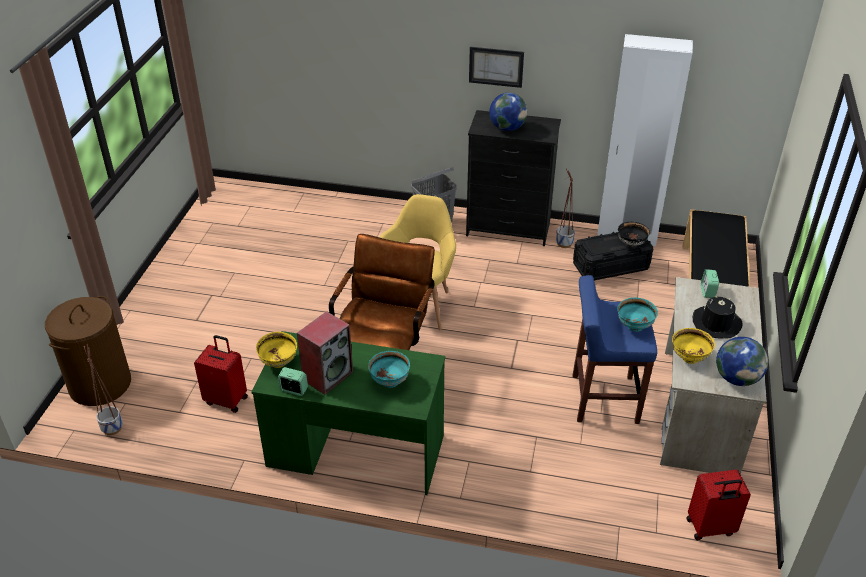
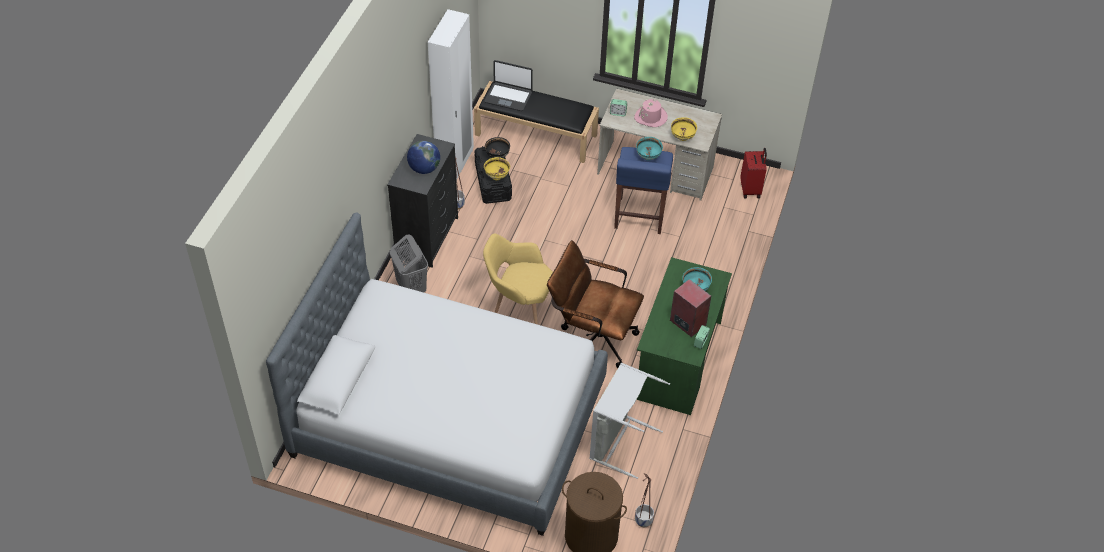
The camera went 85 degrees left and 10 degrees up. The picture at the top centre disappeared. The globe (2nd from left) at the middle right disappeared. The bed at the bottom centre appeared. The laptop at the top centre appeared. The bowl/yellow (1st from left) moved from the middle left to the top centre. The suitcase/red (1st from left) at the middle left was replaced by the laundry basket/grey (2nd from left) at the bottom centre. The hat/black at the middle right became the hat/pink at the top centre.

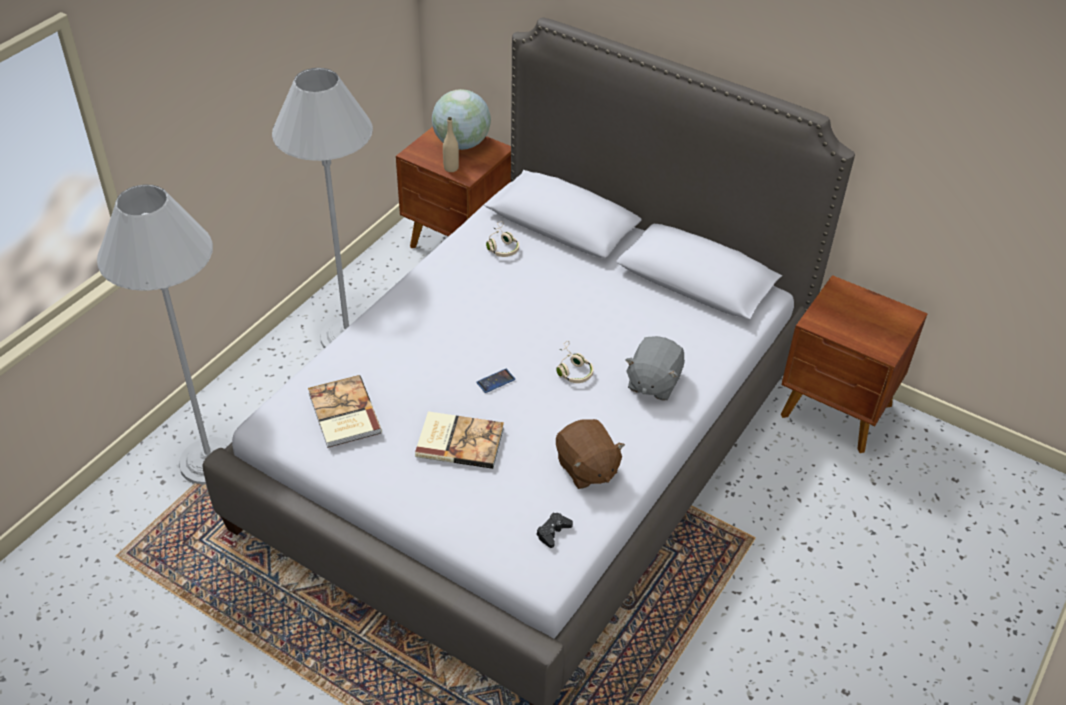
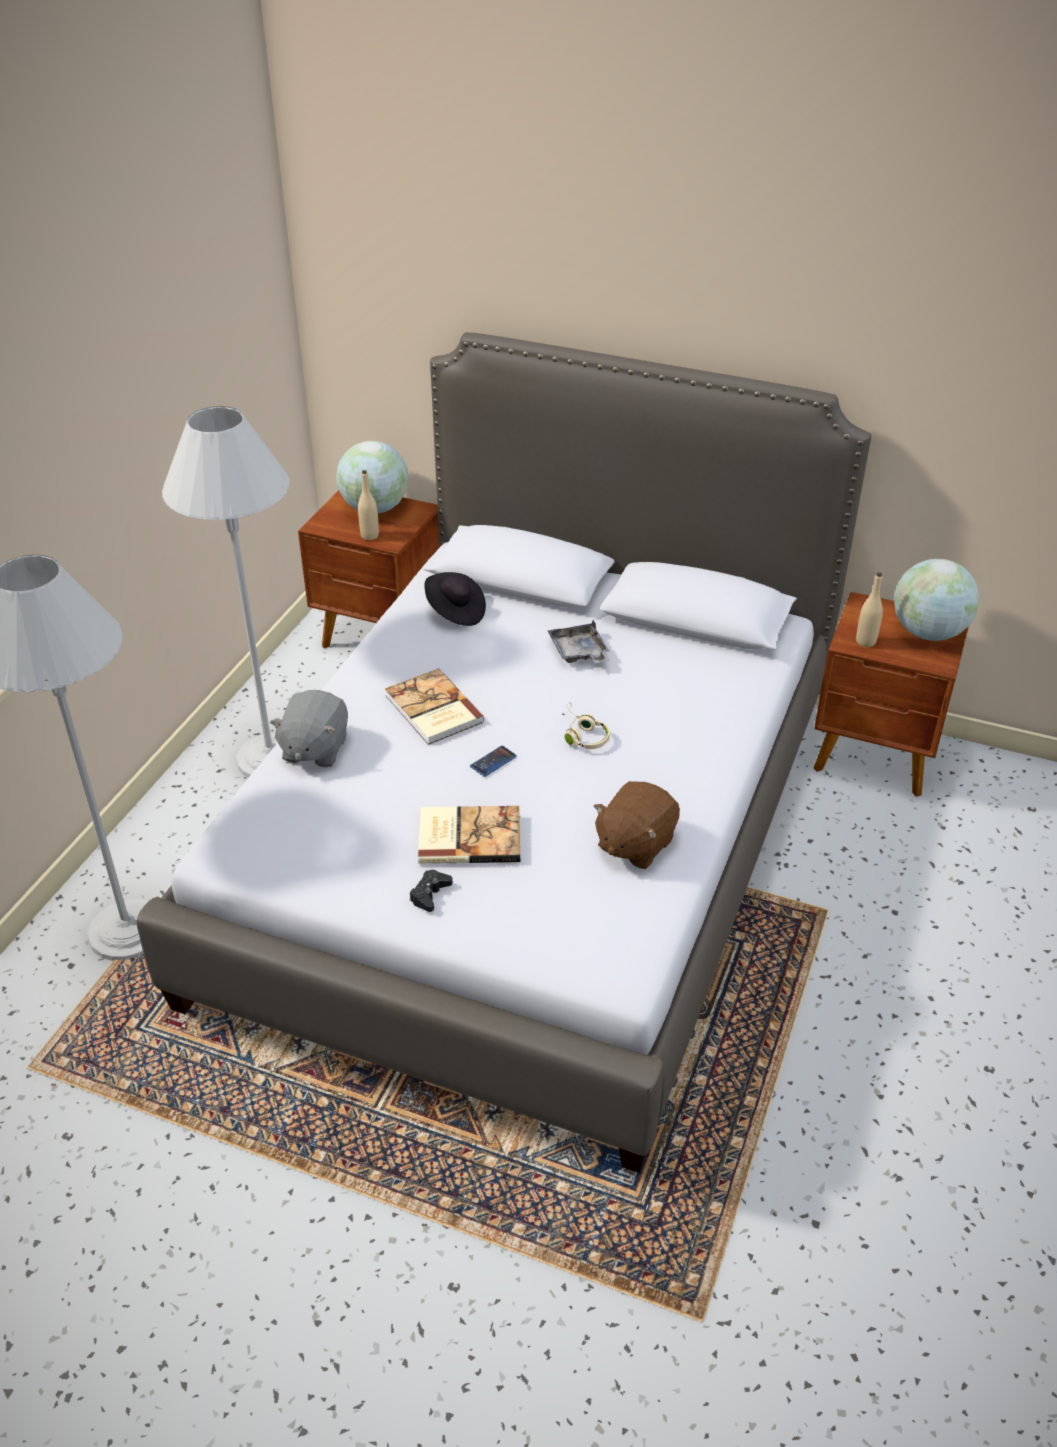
The camera went 10 degrees left and 5 degrees down. The tray/grey at the centre appeared. The bottle/beige (2nd from left) at the middle right appeared. The globe (2nd from left) at the middle right appeared. The book (1st from left) moved from the middle left to the centre. The game controller/black moved from the bottom centre to the centre. The plush toy/grey moved from the centre to the middle left. The headphones/beige (1st from left) at the centre was replaced by the hat/black at the centre. The plush toy/brown at the centre turned 75 degrees clockwise.

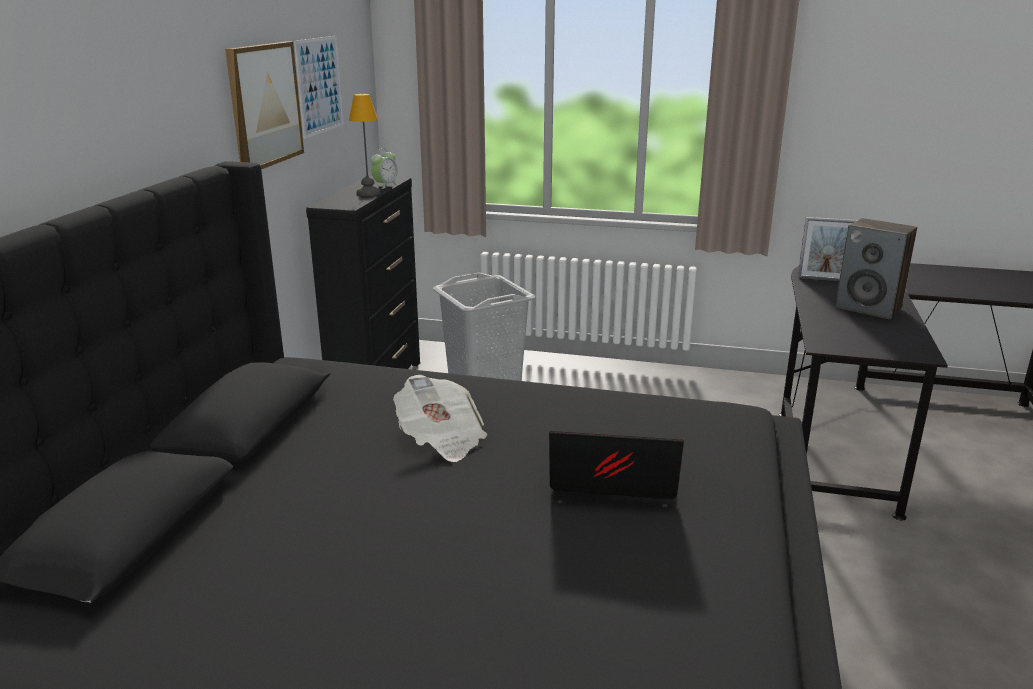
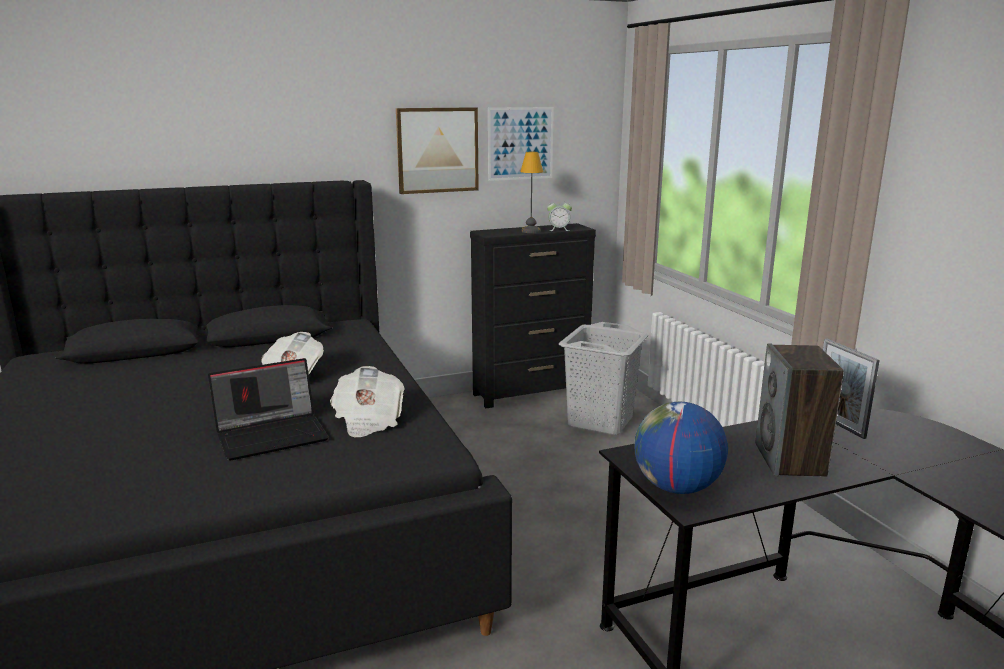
The camera went 55 degrees right and 5 degrees down. The newspaper (2nd from left) at the centre appeared. The globe at the bottom right appeared. The laptop at the bottom centre turned 90 degrees clockwise.

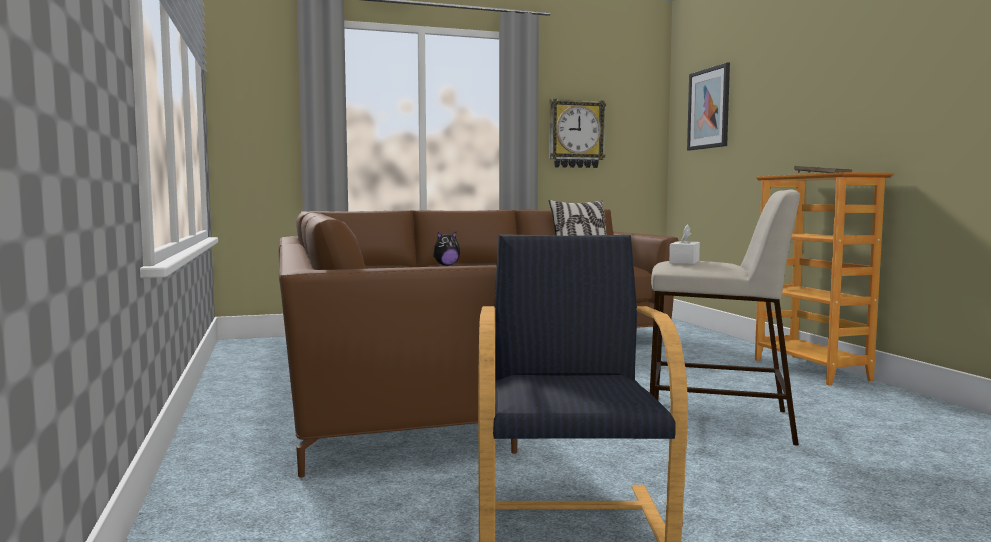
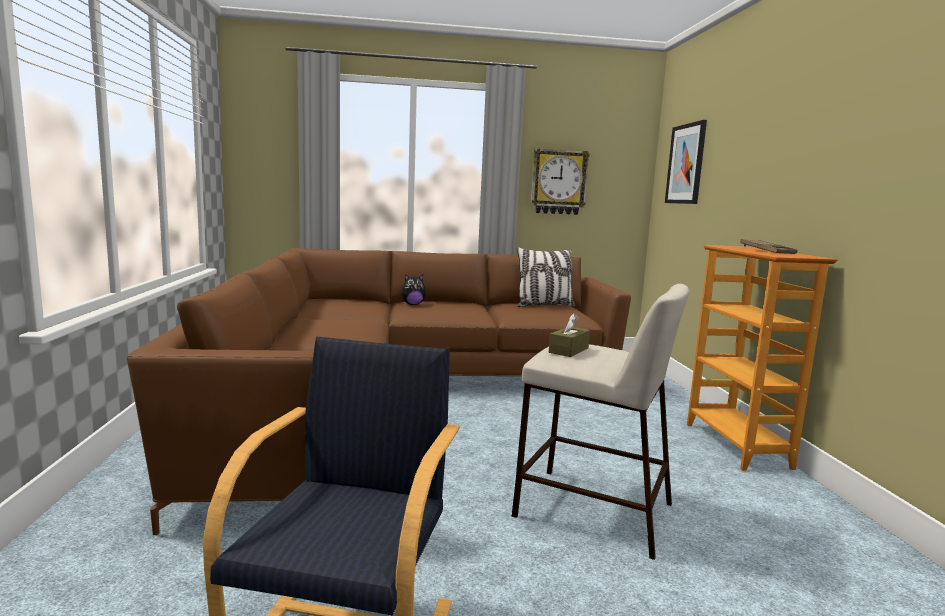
The camera went 10 degrees right and 5 degrees up. The tissue box/white at the middle right became the tissue box/brown at the centre.

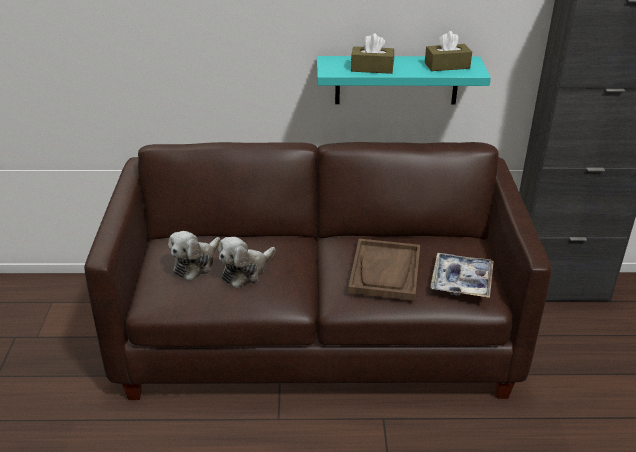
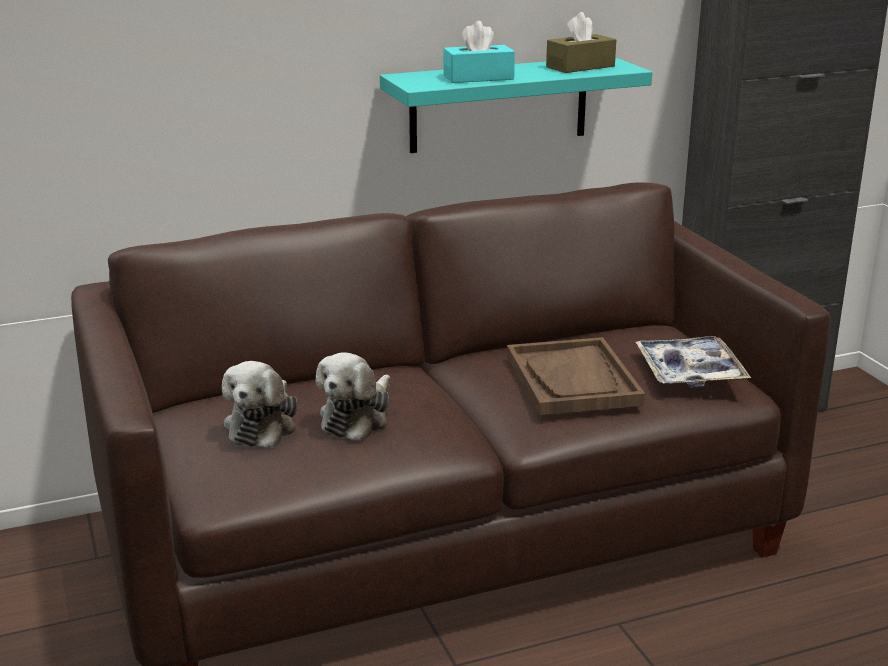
The camera went 20 degrees left and 10 degrees down. The tissue box/brown (1st from left) at the top centre became the tissue box/turquoise at the top centre.

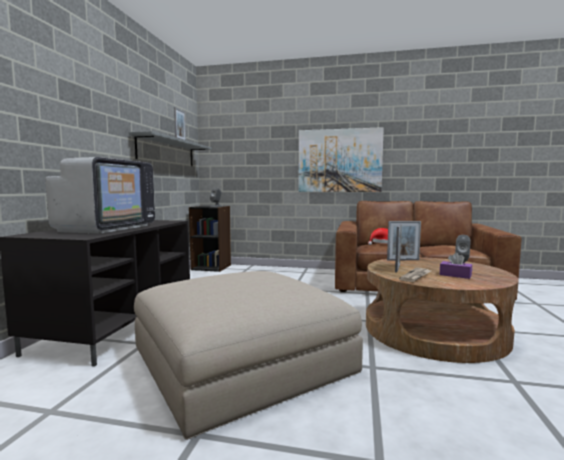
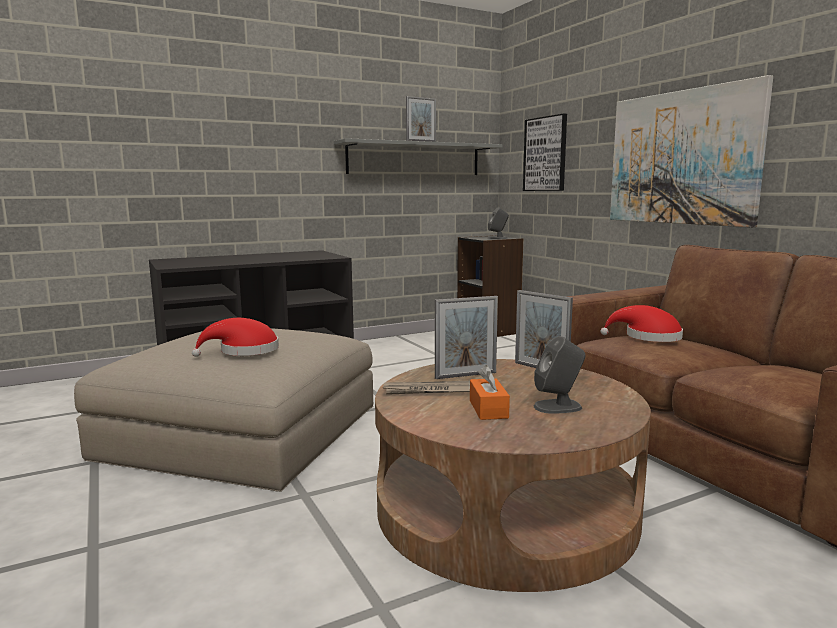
The camera went 50 degrees right and 5 degrees up. The television at the middle left disappeared. The hat/red (1st from left) at the middle left appeared. The picture (1st from left) at the top centre appeared. The tissue box/purple at the middle right became the tissue box/orange at the centre.

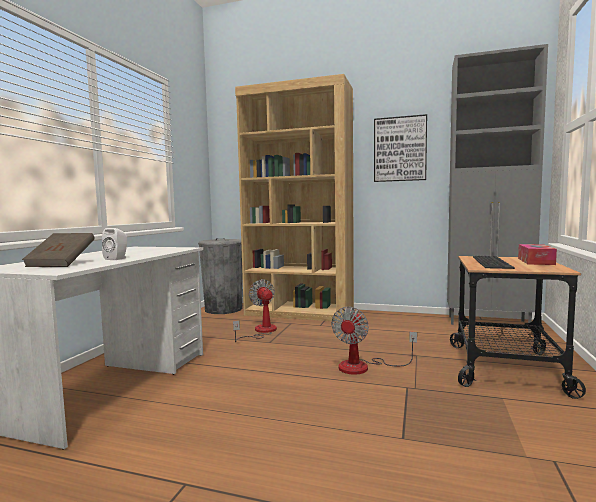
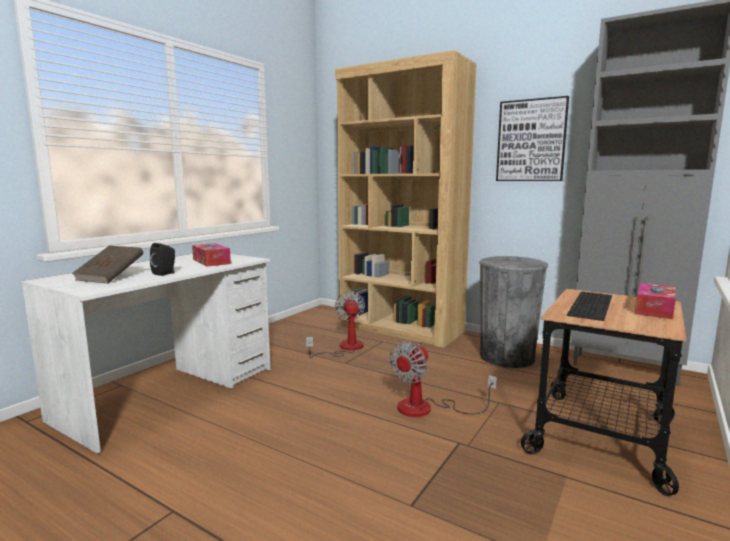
The camera went 15 degrees right and 5 degrees up. The tissue box (1st from left) at the middle left appeared. The trash can/grey moved from the centre to the middle right. The speaker/white at the middle left became the speaker/black at the middle left.

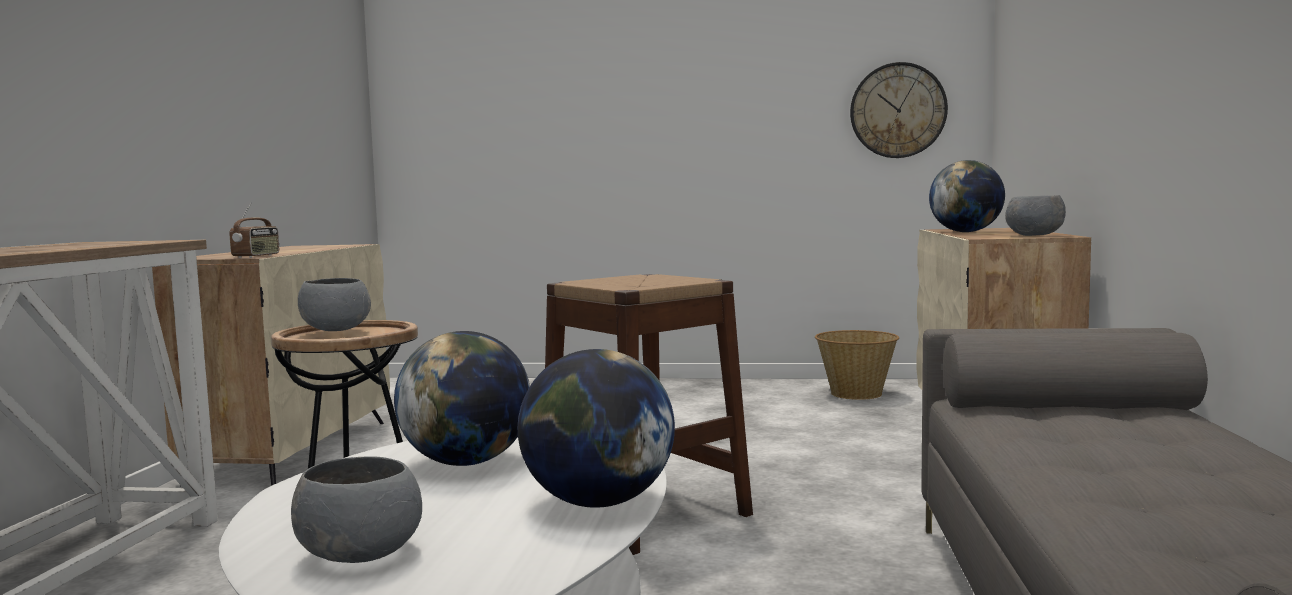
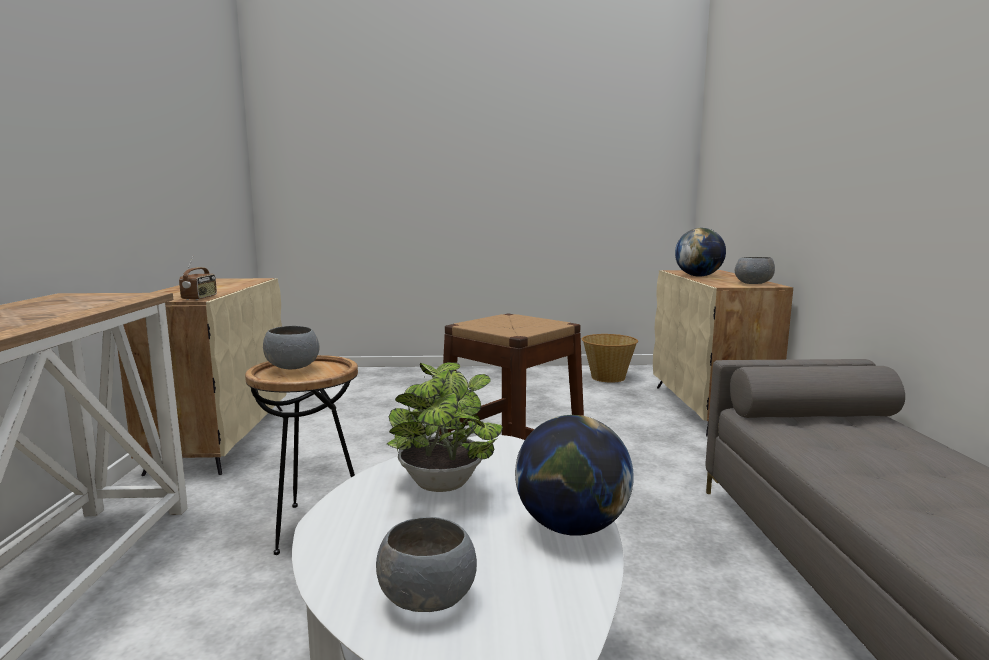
The camera went 10 degrees left and 5 degrees up. The wall clock at the top right disappeared. The globe (1st from left) at the bottom centre was replaced by the potted plant at the centre.

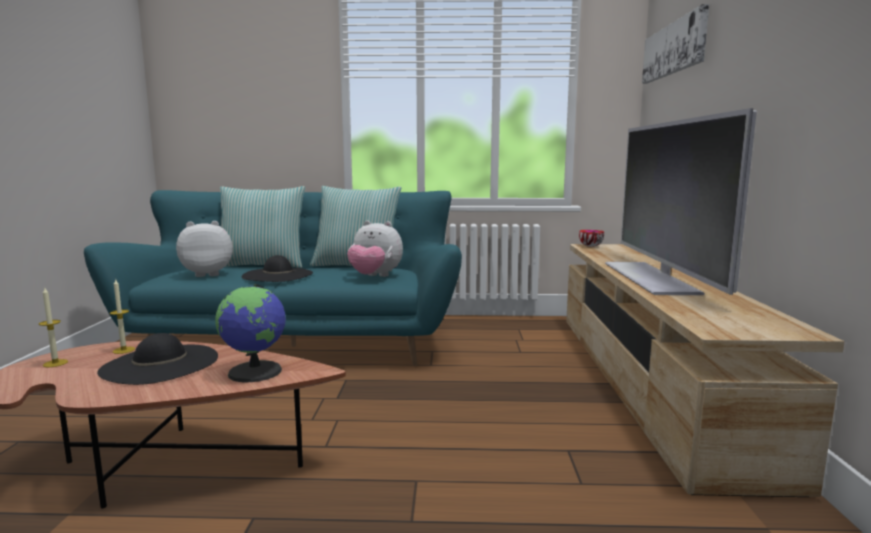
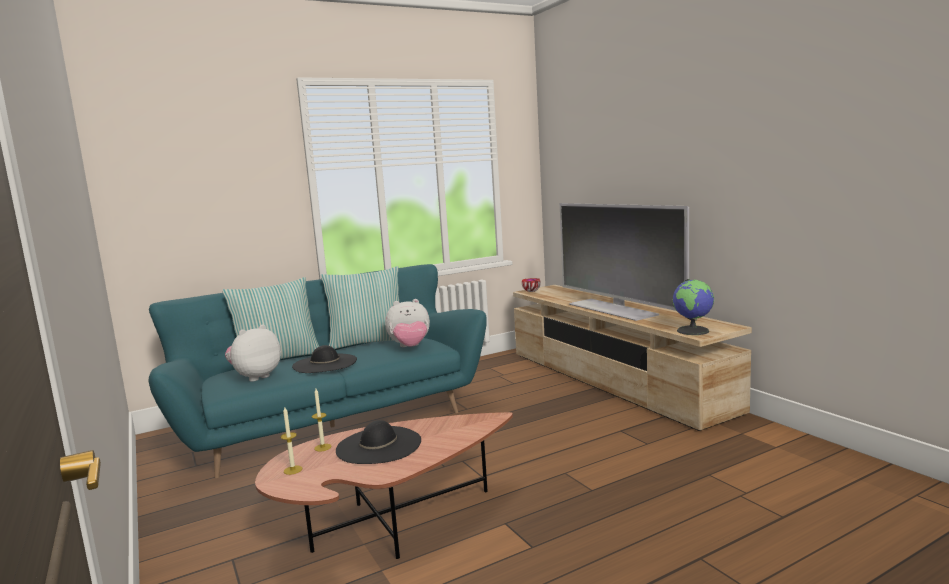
The camera went 30 degrees left and 0 degrees up. The picture at the top right disappeared. The globe moved from the middle left to the middle right.

